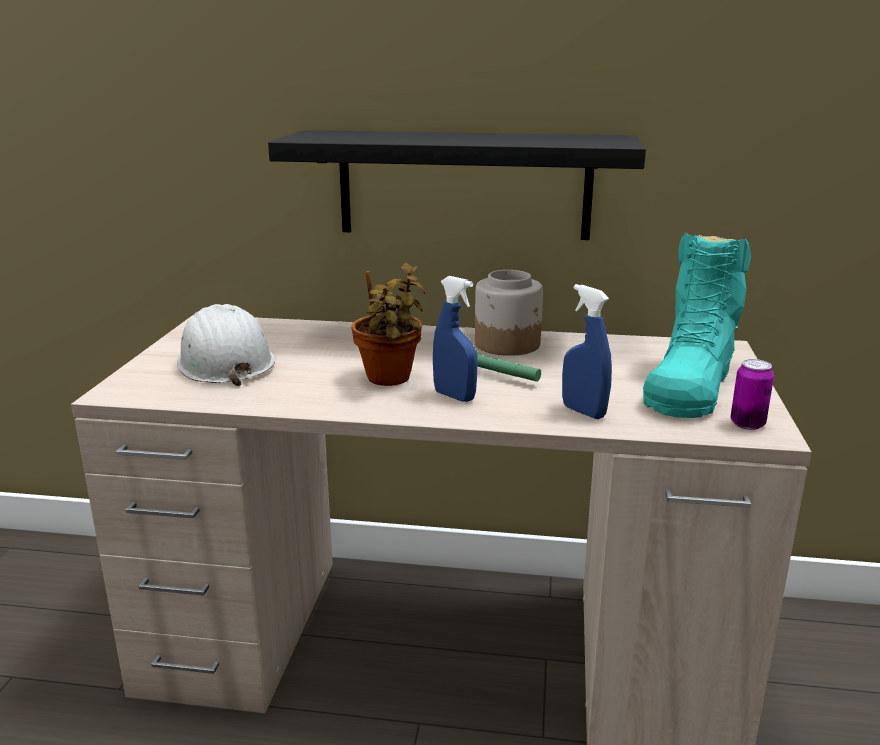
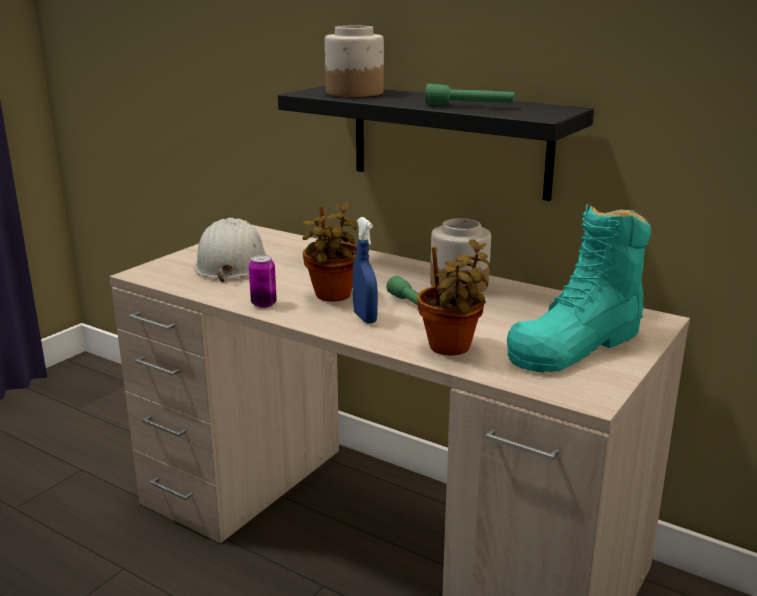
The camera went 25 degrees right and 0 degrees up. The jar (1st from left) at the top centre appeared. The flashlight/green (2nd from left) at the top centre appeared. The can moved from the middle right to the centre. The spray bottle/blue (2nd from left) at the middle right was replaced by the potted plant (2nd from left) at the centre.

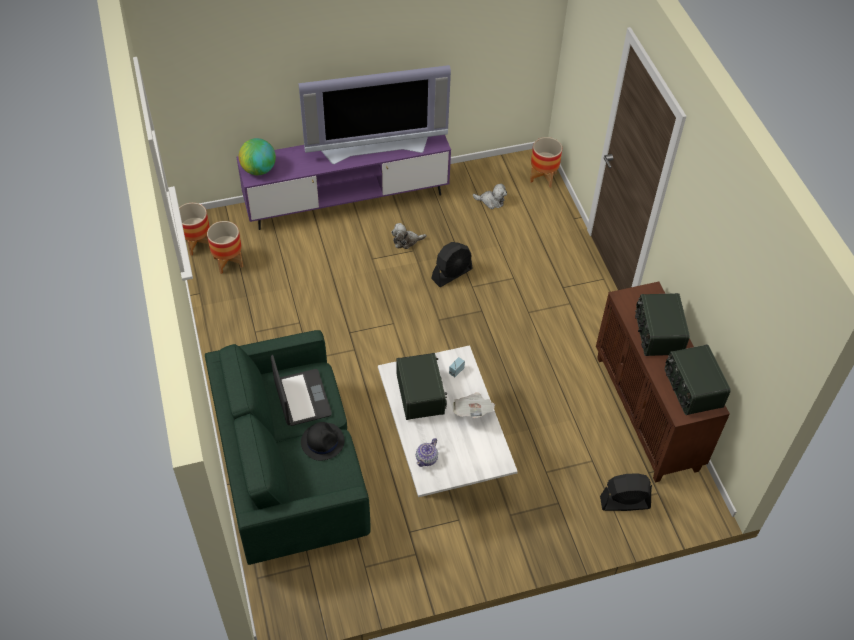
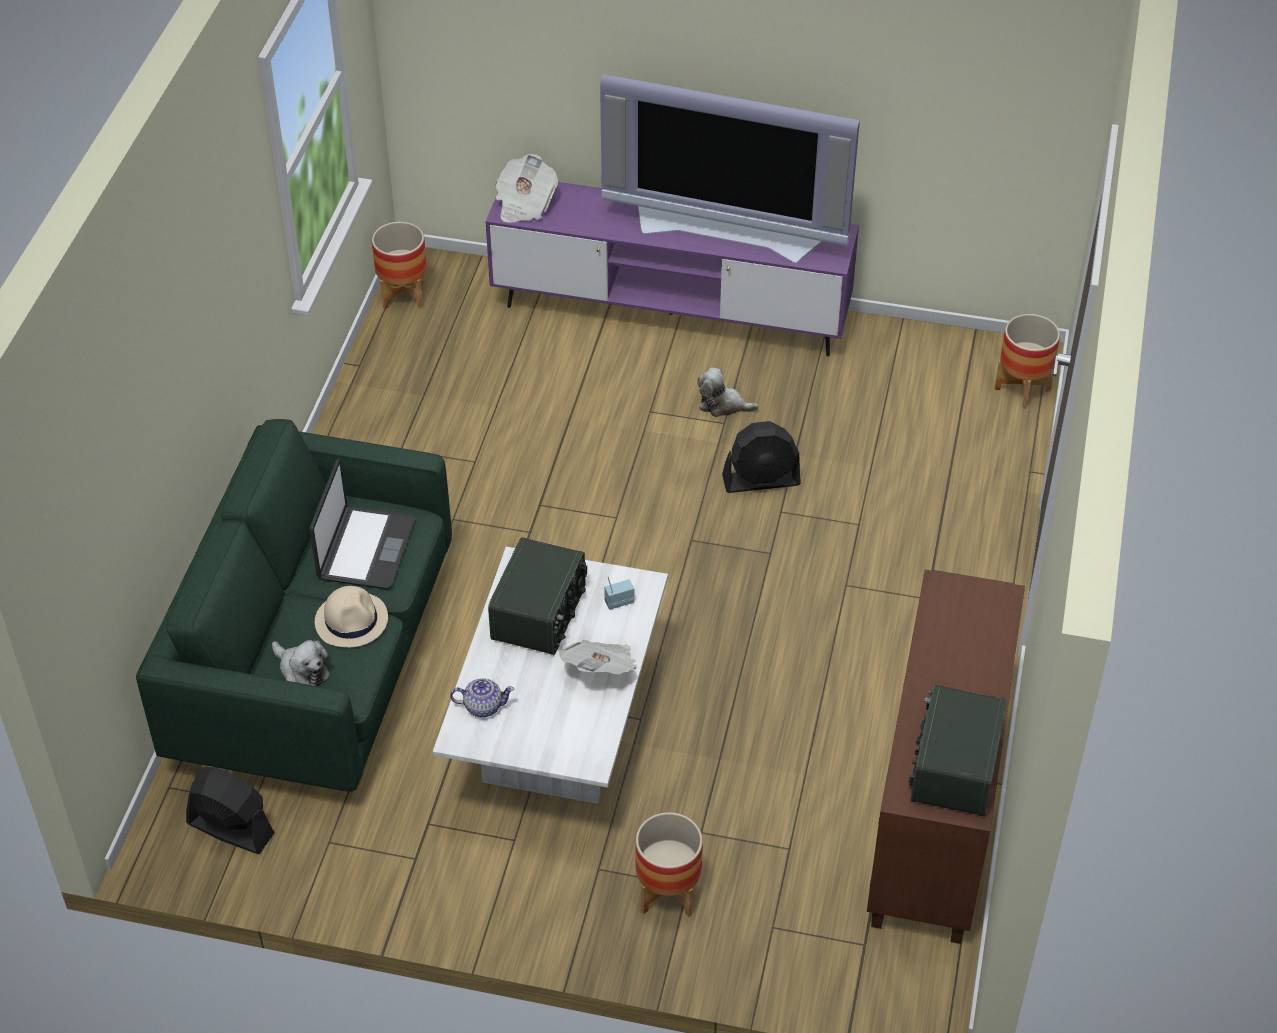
The camera went 30 degrees right and 5 degrees down. The radio (3rd from left) at the middle right disappeared. The planter (2nd from left) moved from the middle left to the bottom centre. The plush toy (2nd from left in the first image) moved from the top centre to the middle left. The fan/black (2nd from left in the first image) moved from the bottom right to the bottom left. The globe at the top left was replaced by the newspaper (1st from left) at the top centre. The hat/black at the bottom centre became the hat/beige at the middle left. The teapot at the bottom centre turned 150 degrees counterclockwise.

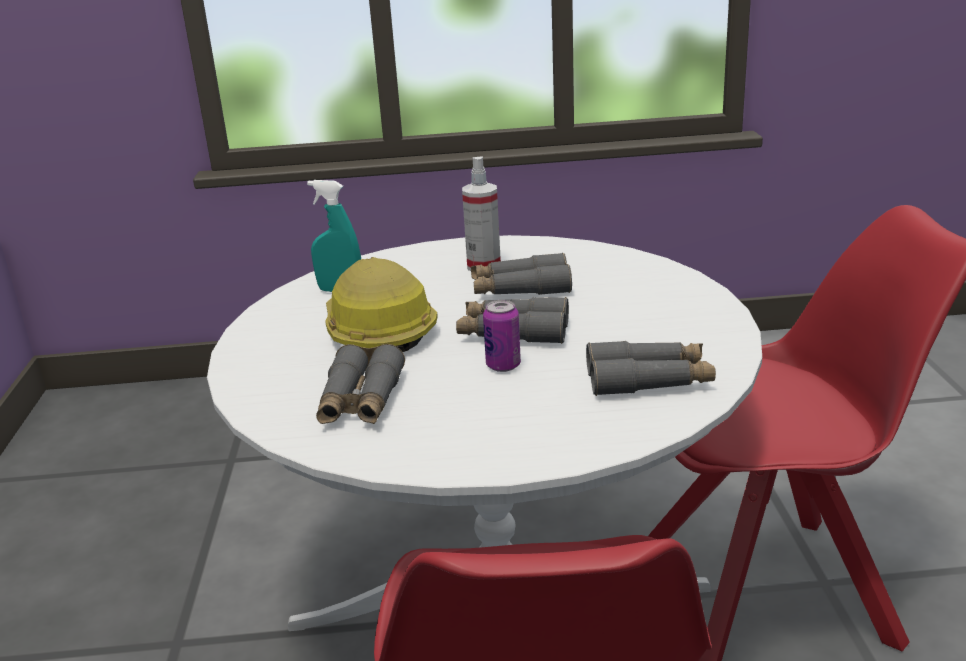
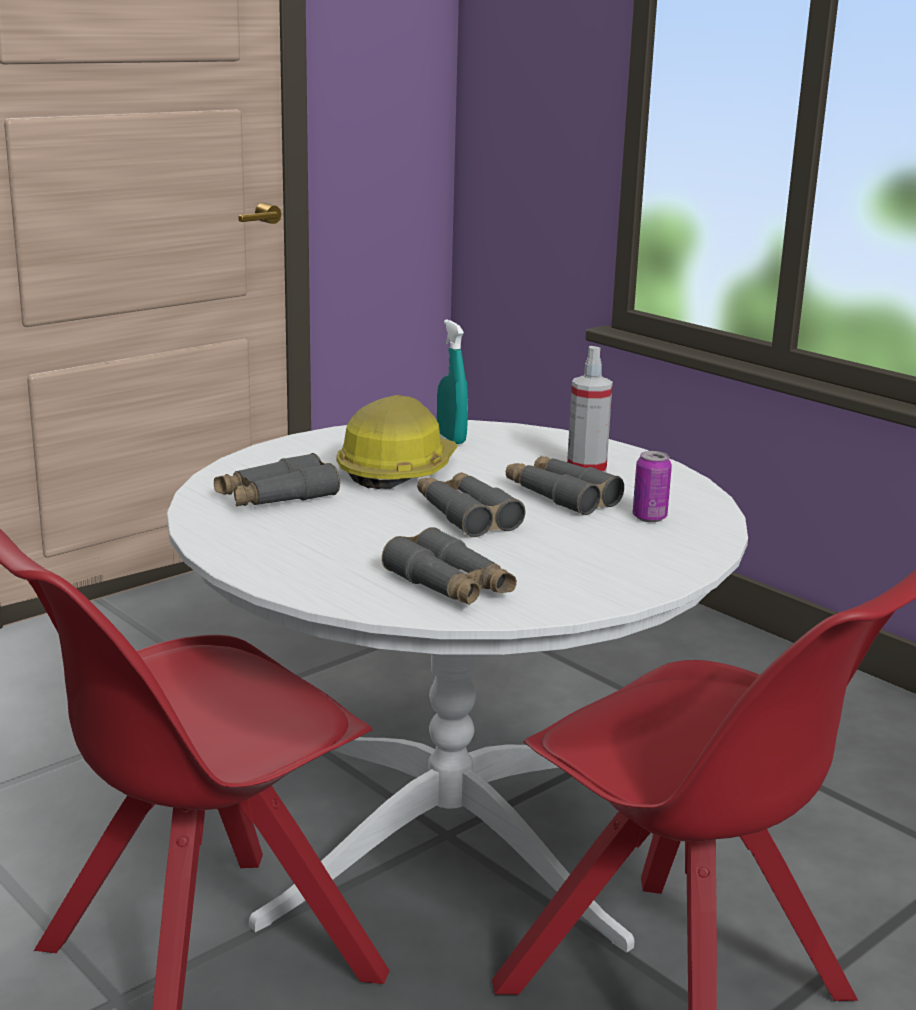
The camera went 50 degrees right and 5 degrees down. The can moved from the centre to the middle right.

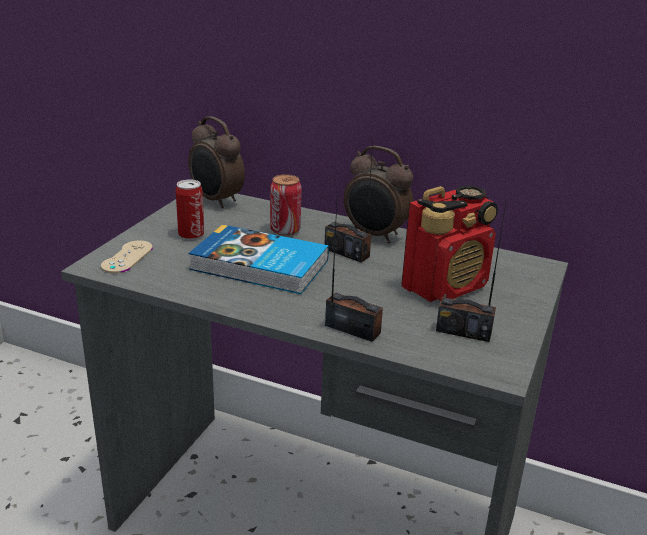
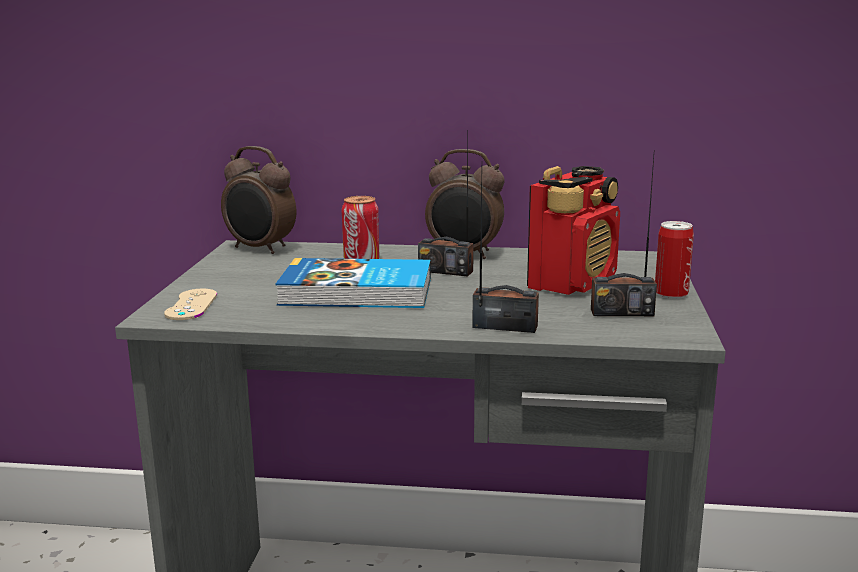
The camera went 15 degrees left and 10 degrees down. The can (1st from left in the first image) moved from the middle left to the middle right.

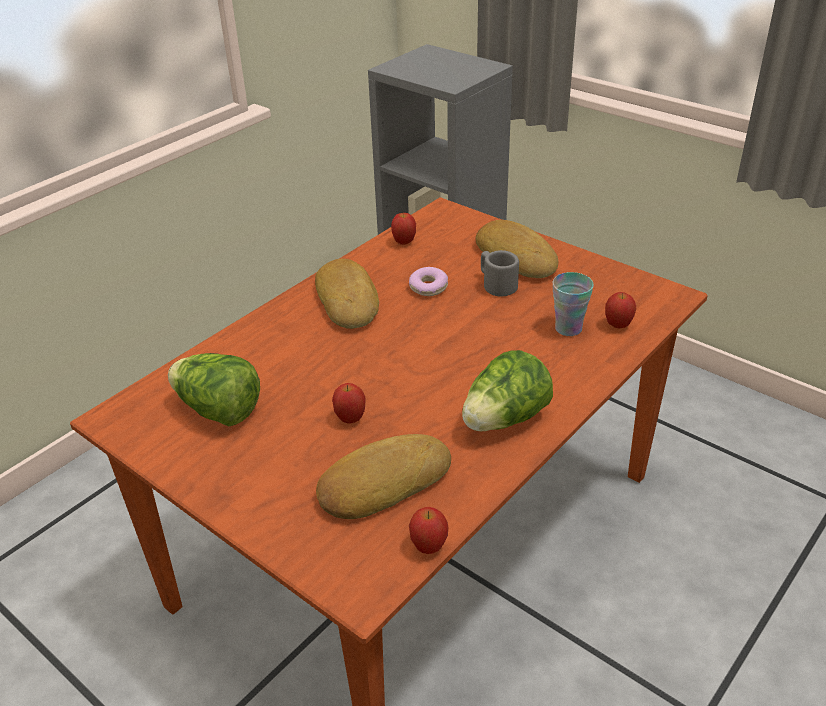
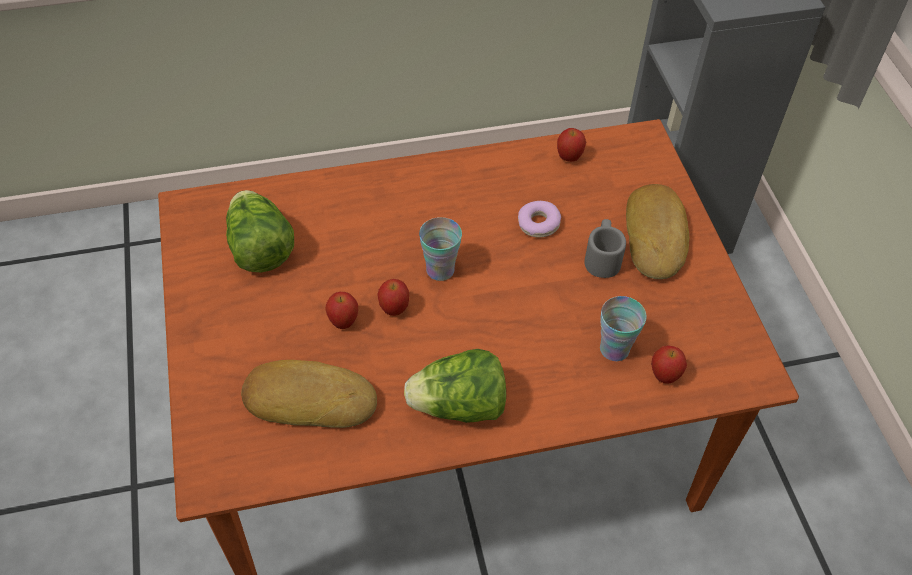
The camera went 35 degrees right and 15 degrees up. The bread (1st from left) at the centre disappeared. The cup (1st from left) at the centre appeared. The apple (3rd from left in the first image) moved from the bottom centre to the centre.

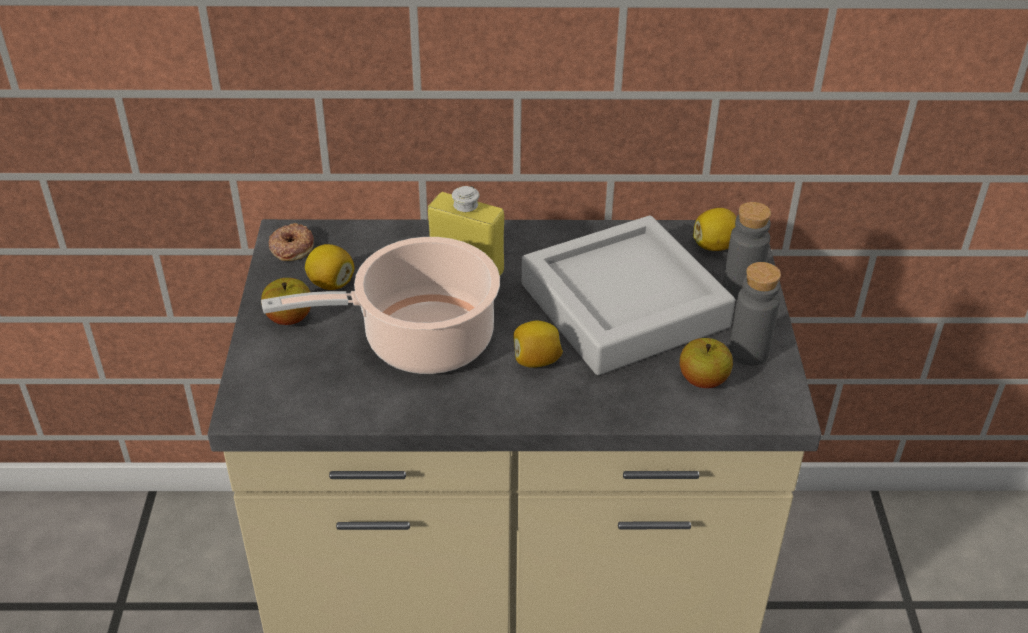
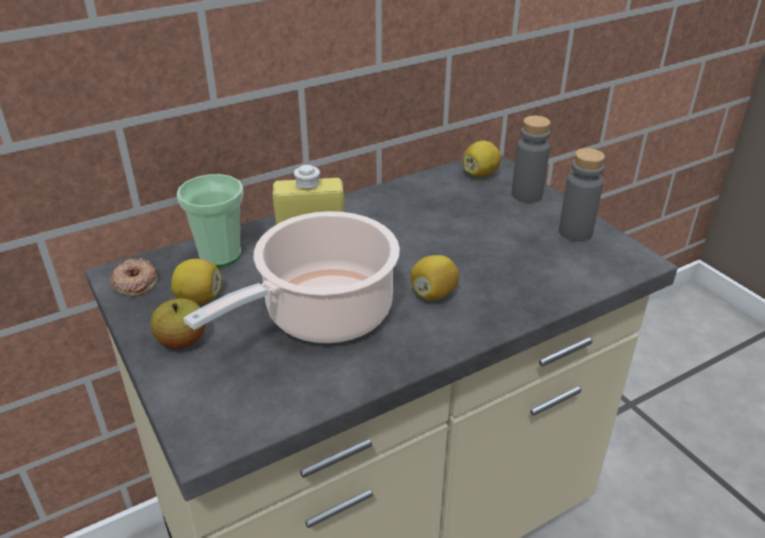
The camera went 30 degrees left and 5 degrees down. The tray/grey at the centre disappeared. The apple (2nd from left) at the middle right disappeared. The cup at the middle left appeared.

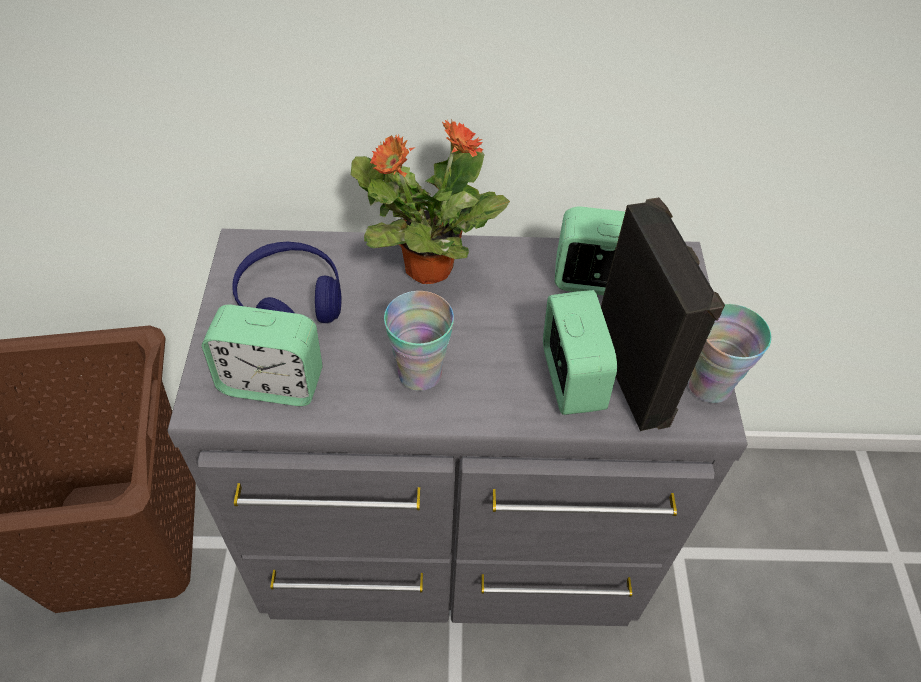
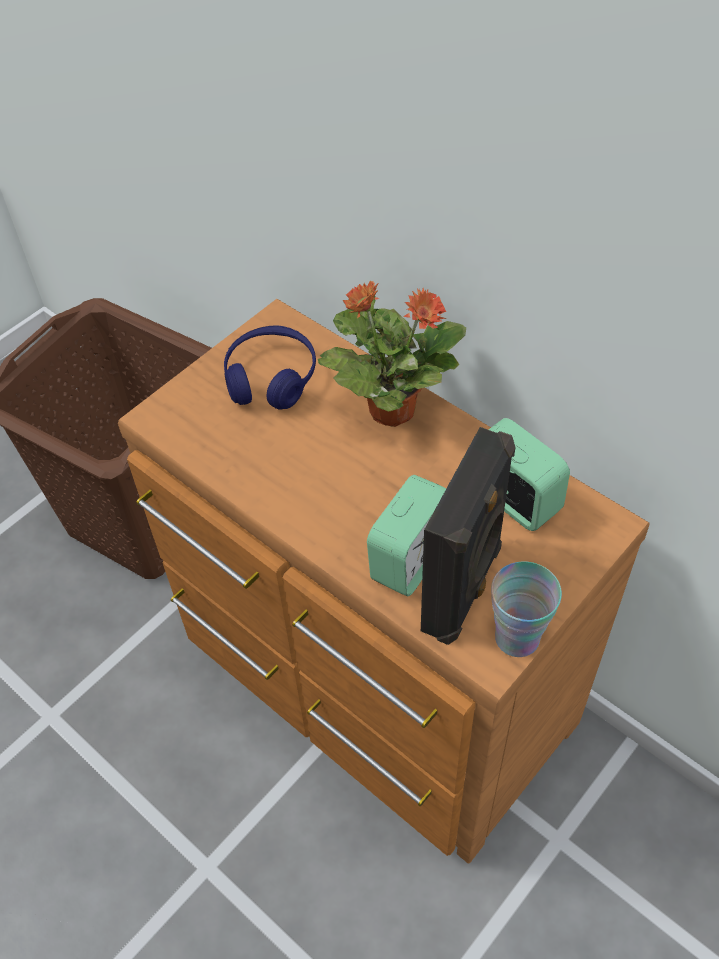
The camera went 45 degrees right and 0 degrees up. The alarm clock (1st from left) at the middle left disappeared. The cup (1st from left) at the centre disappeared. The dresser/grey at the centre became the dresser/brown at the centre.

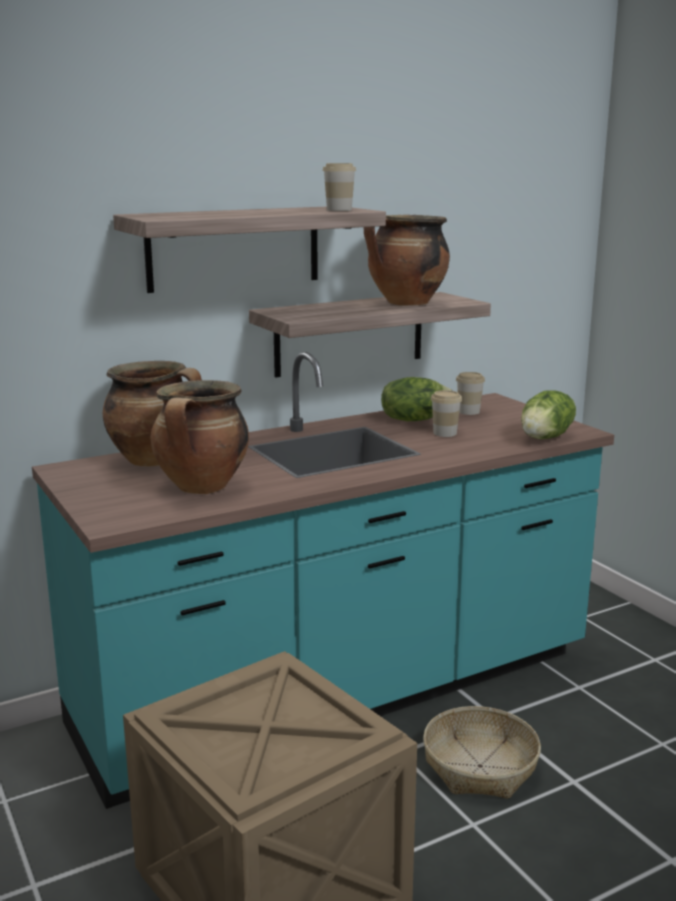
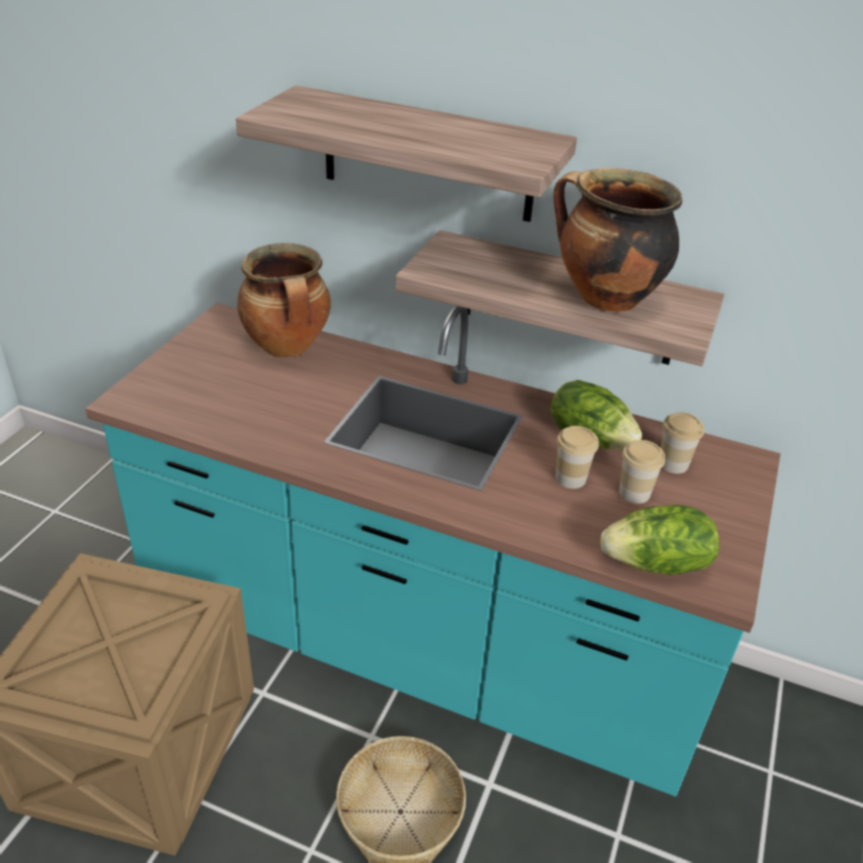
The camera went 50 degrees right and 20 degrees up. The cooking pot (2nd from left) at the middle left disappeared. The cup (1st from left in the first image) moved from the top centre to the middle right.

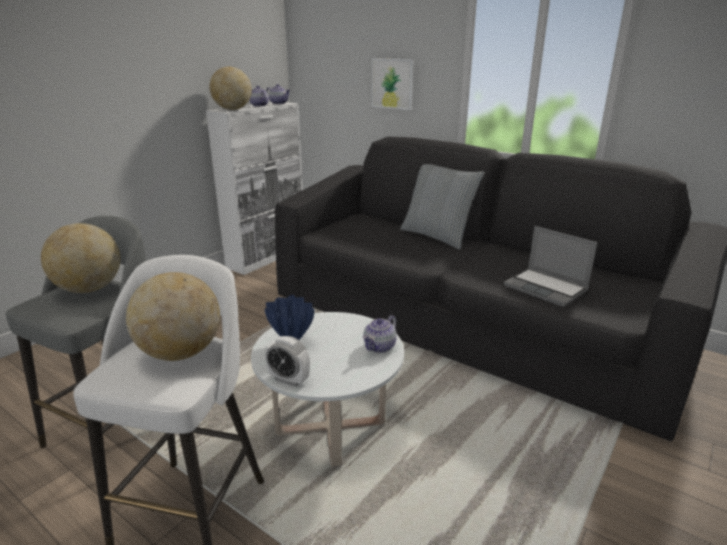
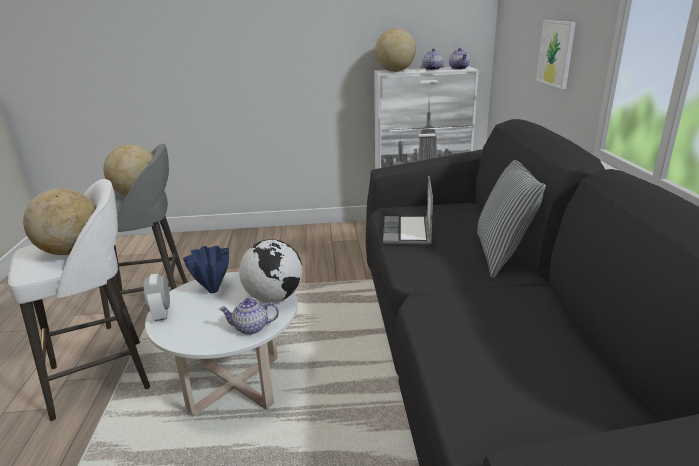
The camera went 50 degrees right and 0 degrees up. The globe (3rd from left) at the centre appeared. The laptop moved from the middle right to the centre.

